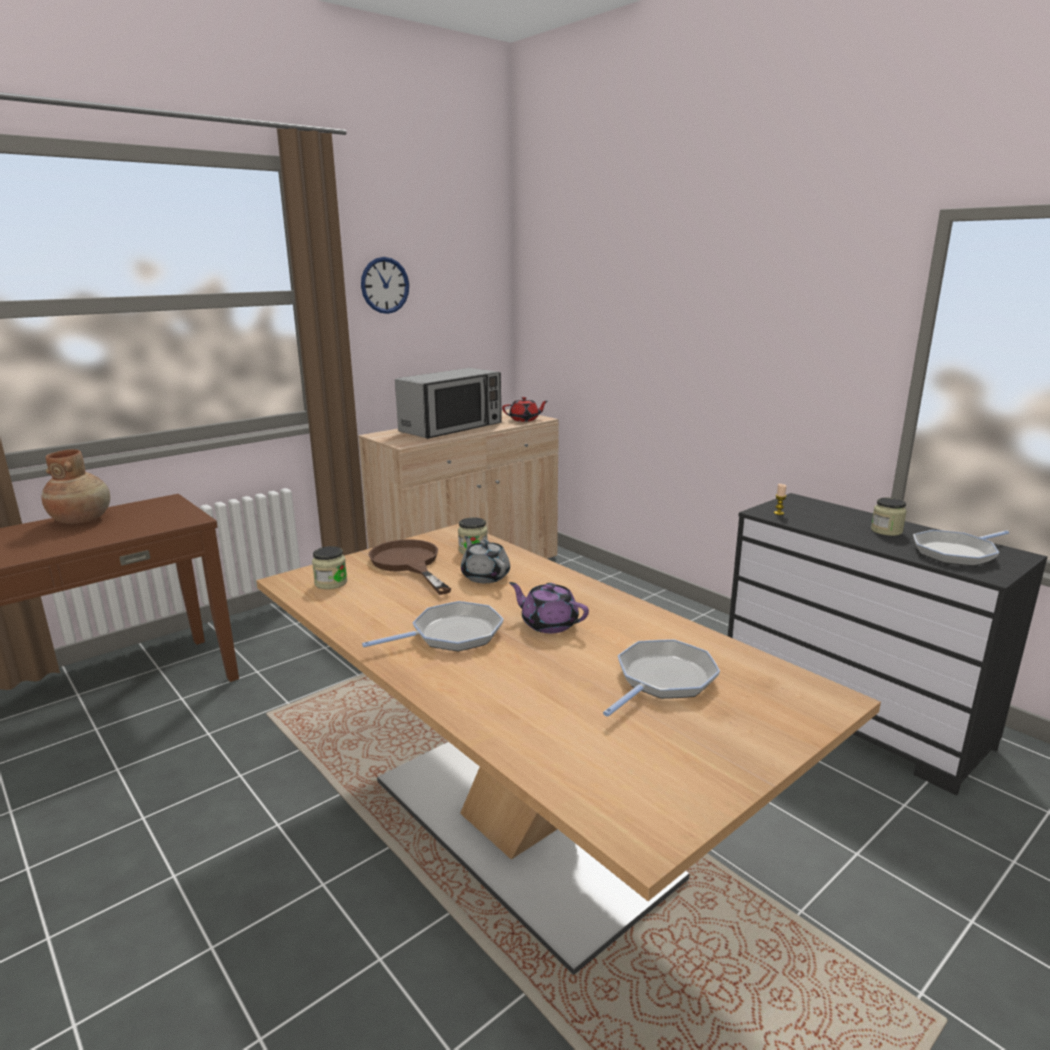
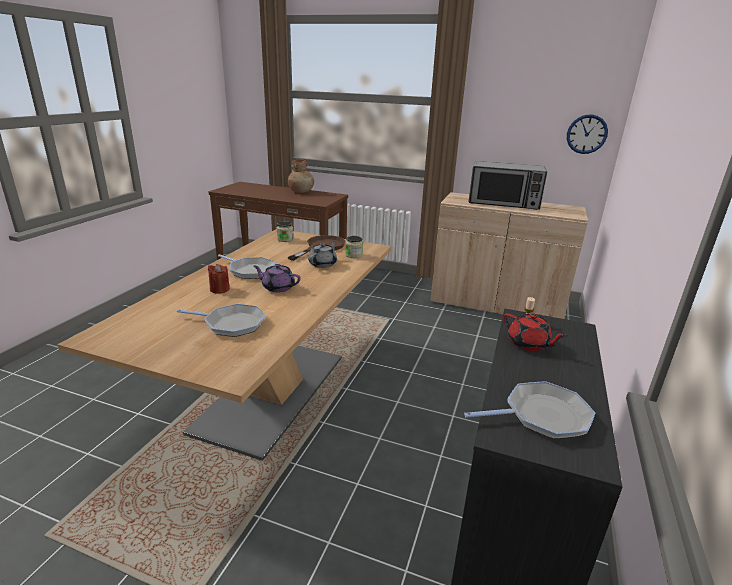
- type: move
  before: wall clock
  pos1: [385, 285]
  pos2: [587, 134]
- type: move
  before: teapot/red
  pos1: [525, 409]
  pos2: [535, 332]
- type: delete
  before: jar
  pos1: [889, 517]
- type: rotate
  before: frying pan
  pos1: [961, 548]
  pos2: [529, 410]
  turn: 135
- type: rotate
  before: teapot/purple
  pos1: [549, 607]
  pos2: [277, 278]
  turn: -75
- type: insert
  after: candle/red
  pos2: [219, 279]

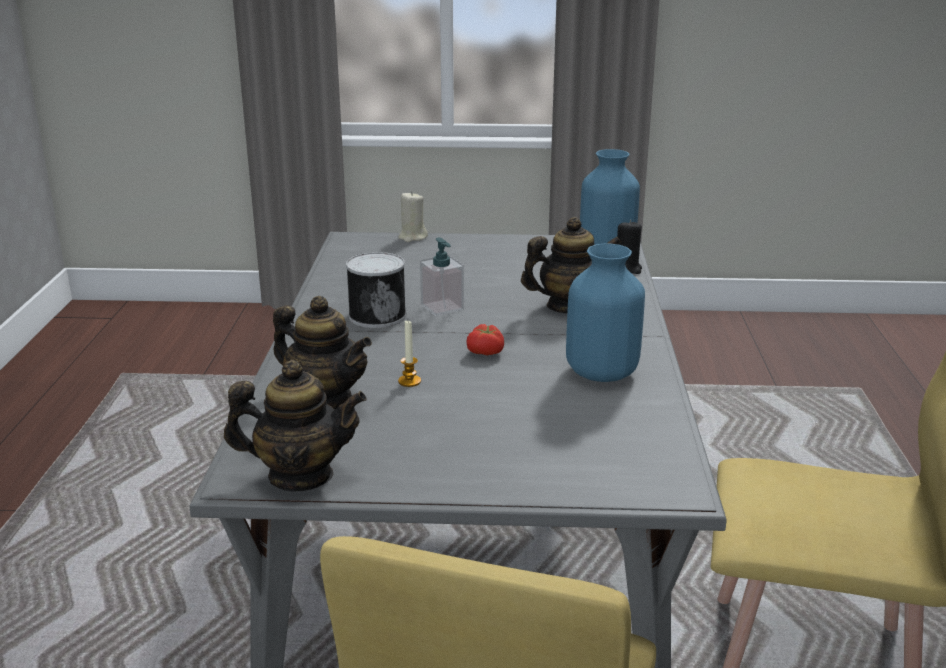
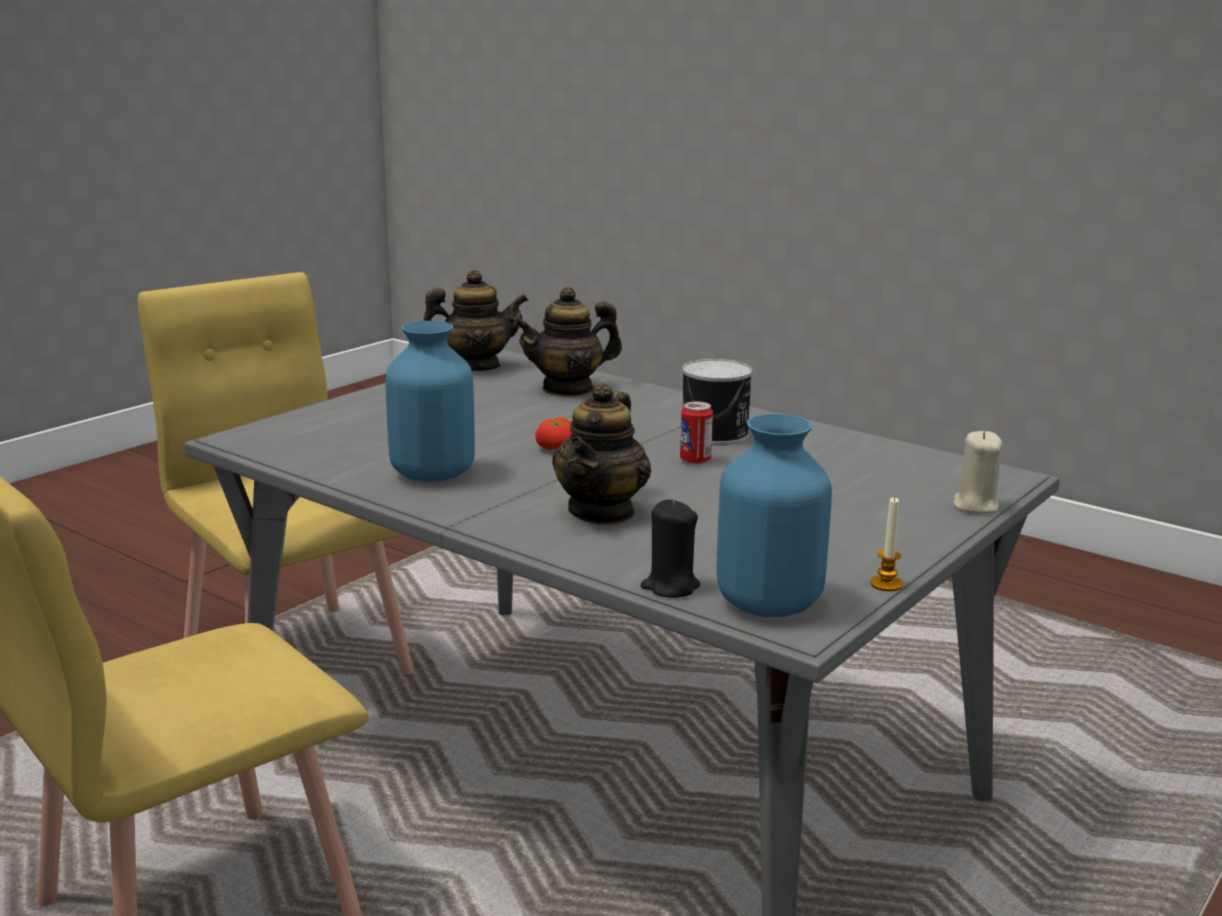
- type: replace
  before: soap dispenser
  after: can
  pos1: [442, 276]
  pos2: [696, 433]
- type: move
  before: candle
  pos1: [409, 354]
  pos2: [886, 544]
- type: rotate
  before: teapot
  pos1: [295, 426]
  pos2: [475, 320]
  turn: -135

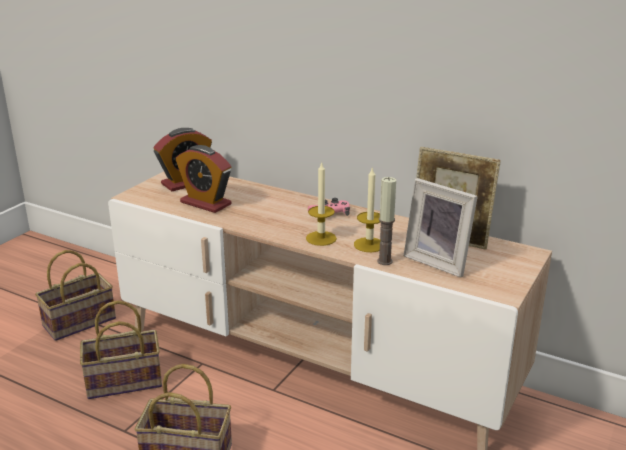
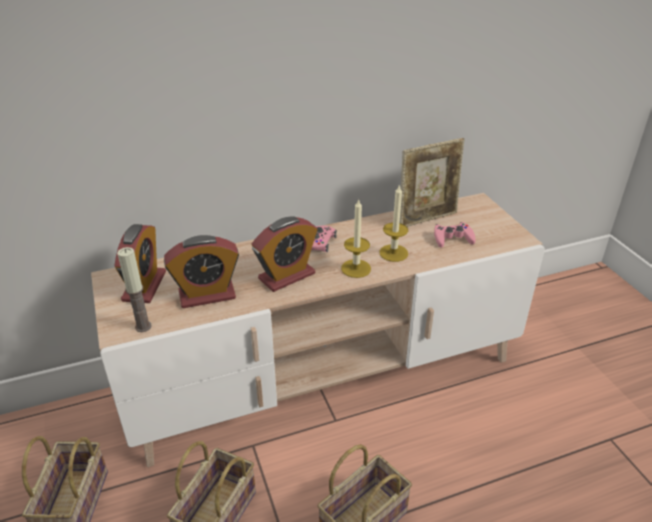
- type: move
  before: candle
  pos1: [386, 221]
  pos2: [134, 289]
- type: replace
  before: picture frame
  after: game controller/pink
  pos1: [441, 228]
  pos2: [455, 235]
- type: insert
  after: alarm clock
  pos2: [284, 254]

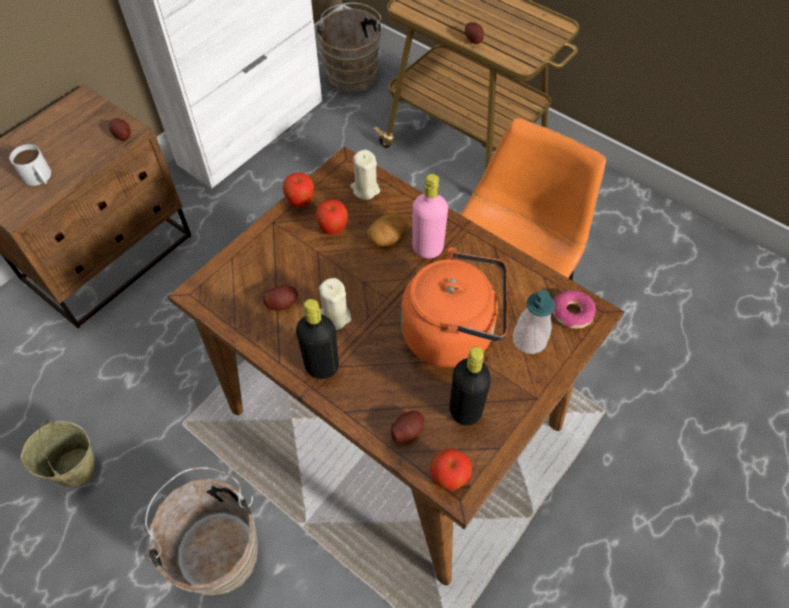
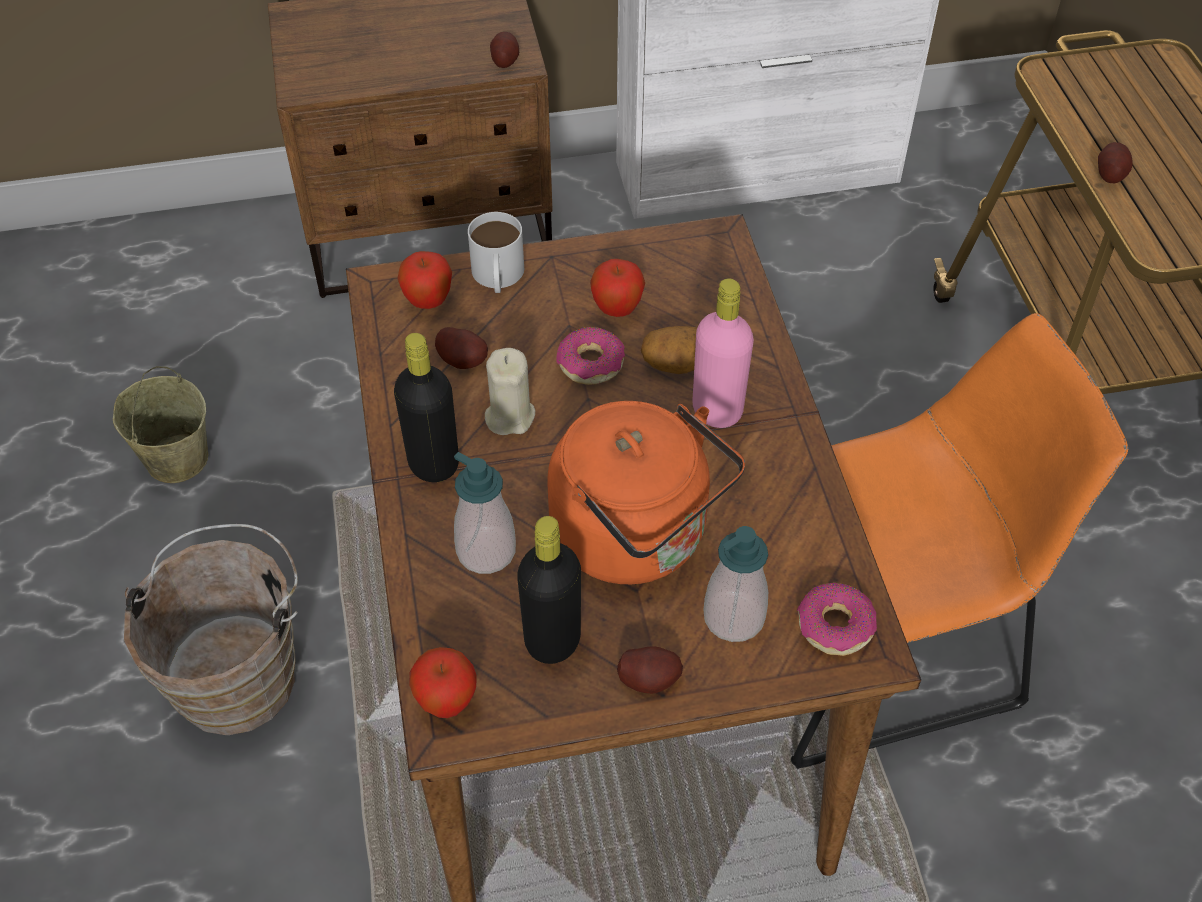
- type: delete
  before: bucket/brown
  pos1: [350, 48]
- type: move
  before: mug/white
  pos1: [31, 165]
  pos2: [496, 252]
- type: delete
  before: candle/beige
  pos1: [365, 175]
- type: move
  before: apple
  pos1: [298, 189]
  pos2: [424, 280]
- type: move
  before: potato
  pos1: [407, 427]
  pos2: [650, 670]
- type: insert
  after: donut
  pos2: [590, 356]
- type: insert
  after: soap dispenser
  pos2: [485, 513]

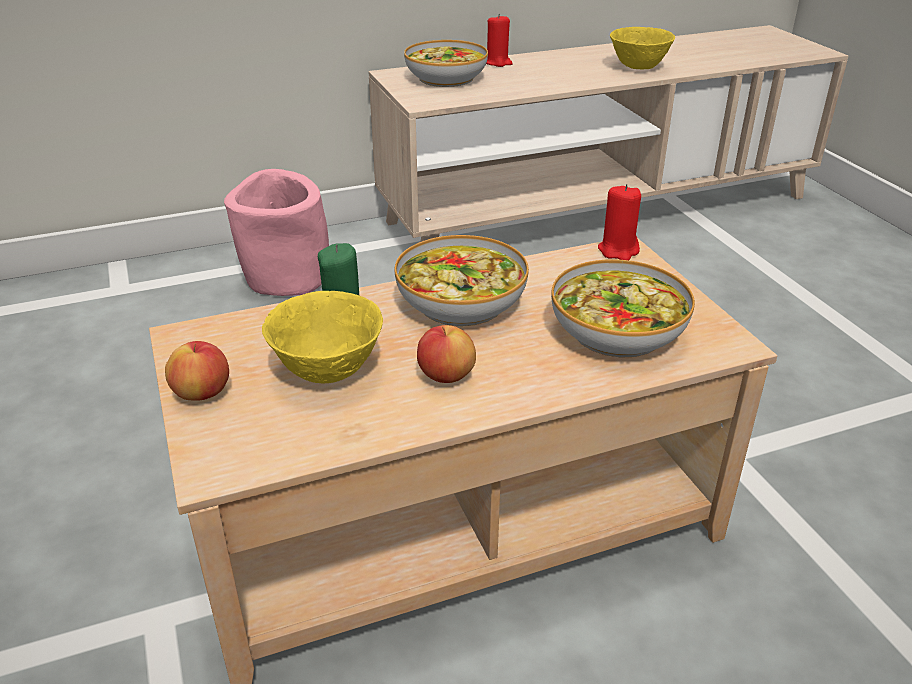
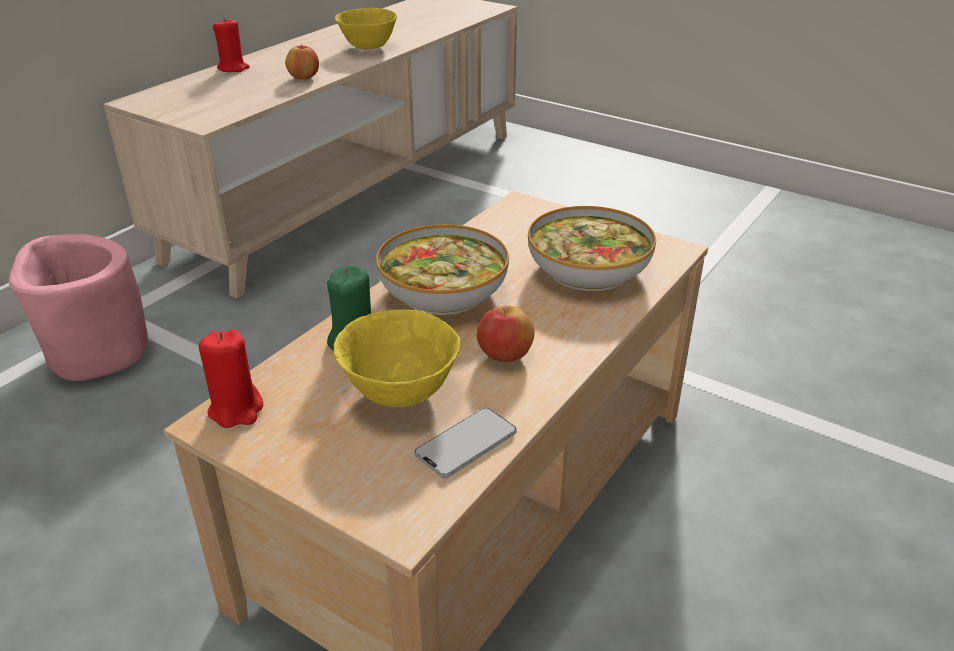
- type: delete
  before: bowl
  pos1: [446, 63]
- type: move
  before: candle/red
  pos1: [619, 222]
  pos2: [231, 379]
- type: move
  before: apple
  pos1: [197, 371]
  pos2: [302, 62]
- type: insert
  after: phone
  pos2: [465, 442]

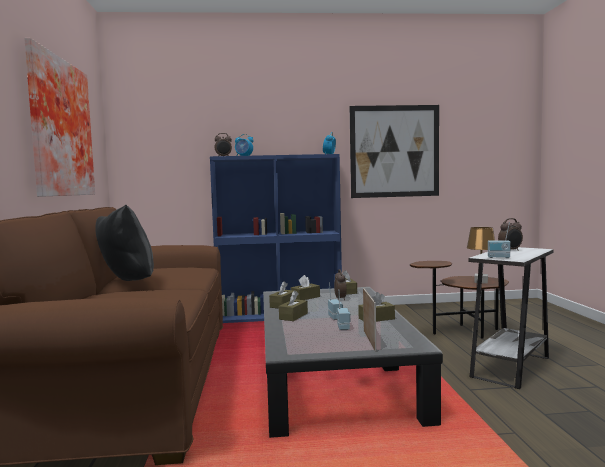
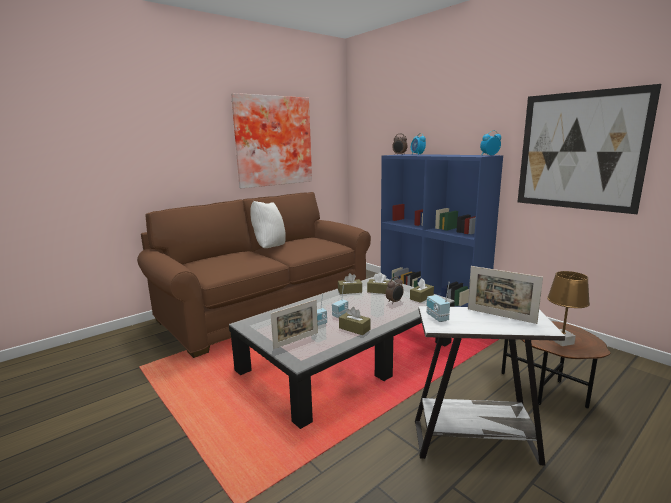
- type: recolor
  before: pillow/black
  after: pillow/white
  pos1: [124, 243]
  pos2: [268, 224]
- type: replace
  before: alarm clock
  after: picture frame
  pos1: [510, 234]
  pos2: [505, 295]
- type: delete
  before: tissue box/brown
  pos1: [293, 305]

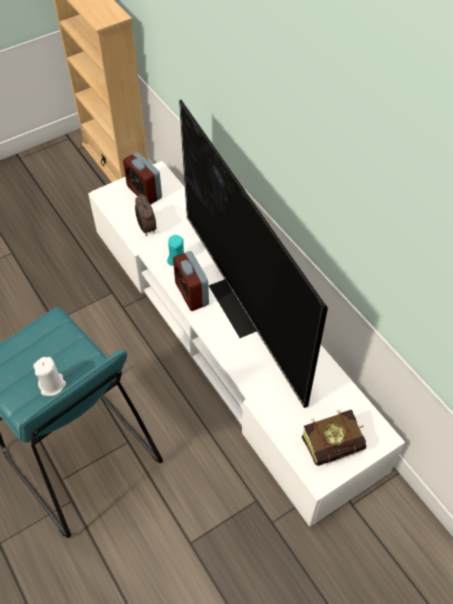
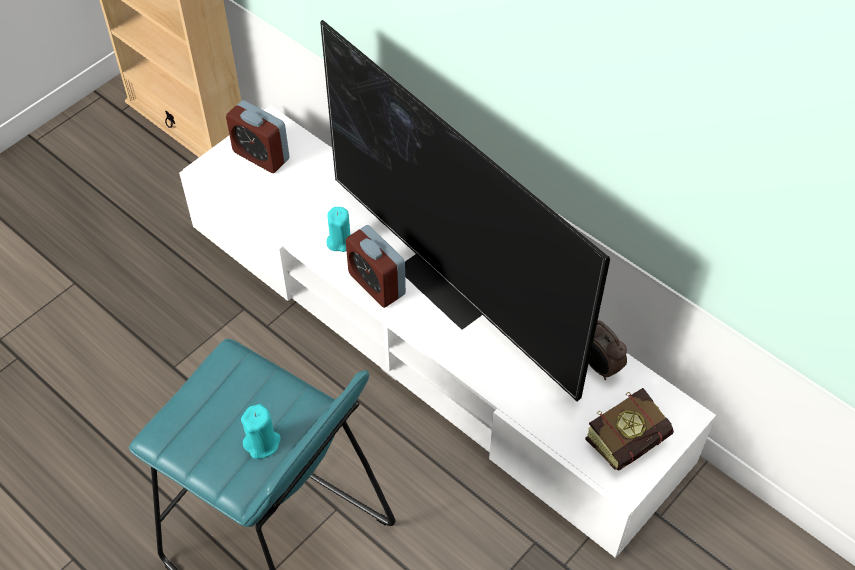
- type: move
  before: alarm clock
  pos1: [145, 215]
  pos2: [608, 350]
- type: recolor
  before: candle/white
  after: candle/turquoise
  pos1: [49, 376]
  pos2: [261, 431]

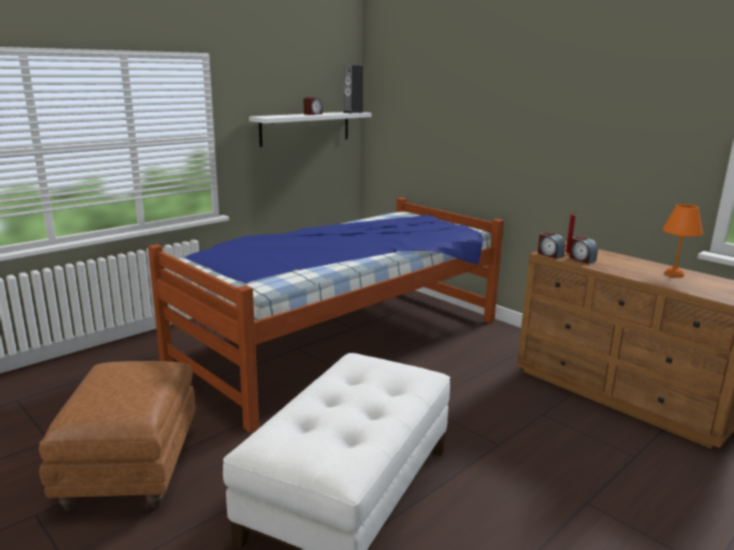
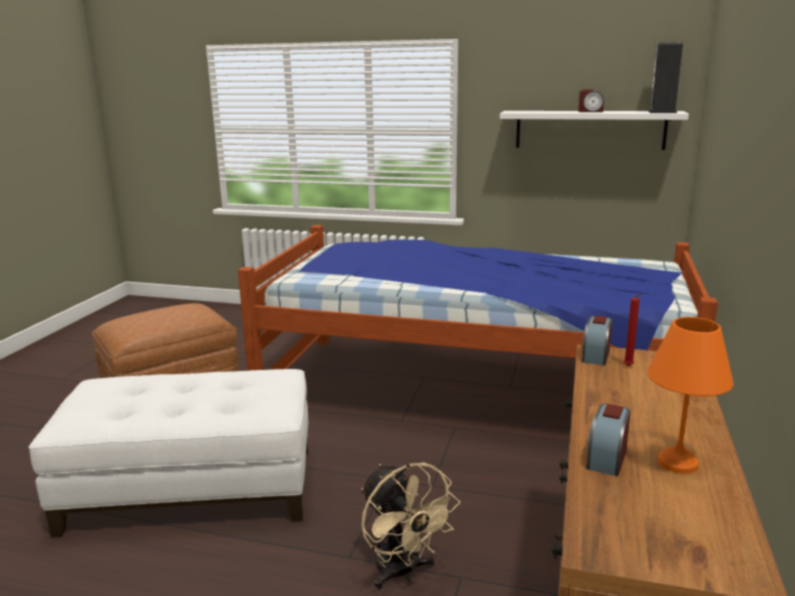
- type: move
  before: alarm clock
  pos1: [583, 250]
  pos2: [608, 440]
- type: insert
  after: fan/beige
  pos2: [410, 526]

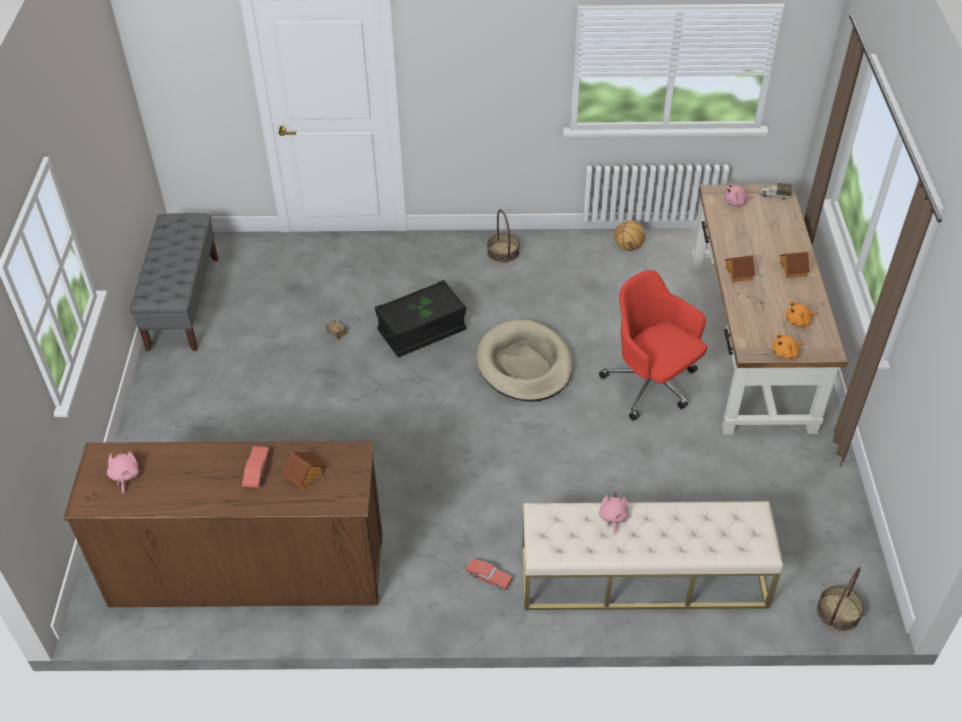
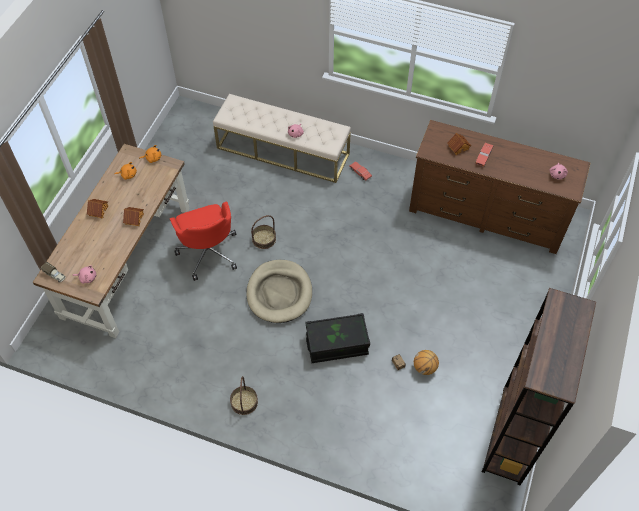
- type: replace
  before: bench/grey
  after: bookcase/brown
  pos1: [174, 282]
  pos2: [539, 386]
- type: move
  before: basketball
  pos1: [629, 235]
  pos2: [426, 362]
- type: move
  before: basket
  pos1: [840, 599]
  pos2: [263, 232]

